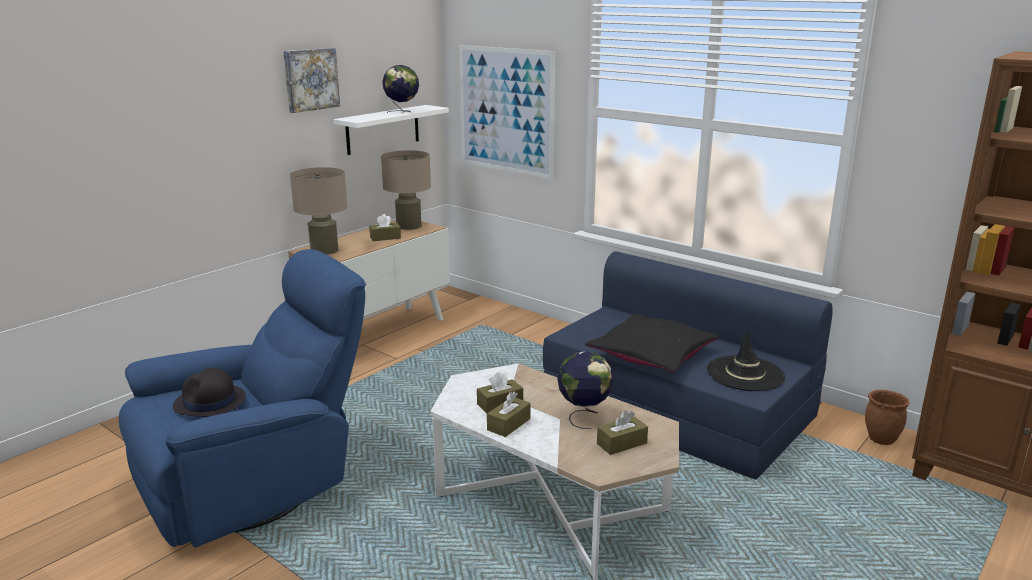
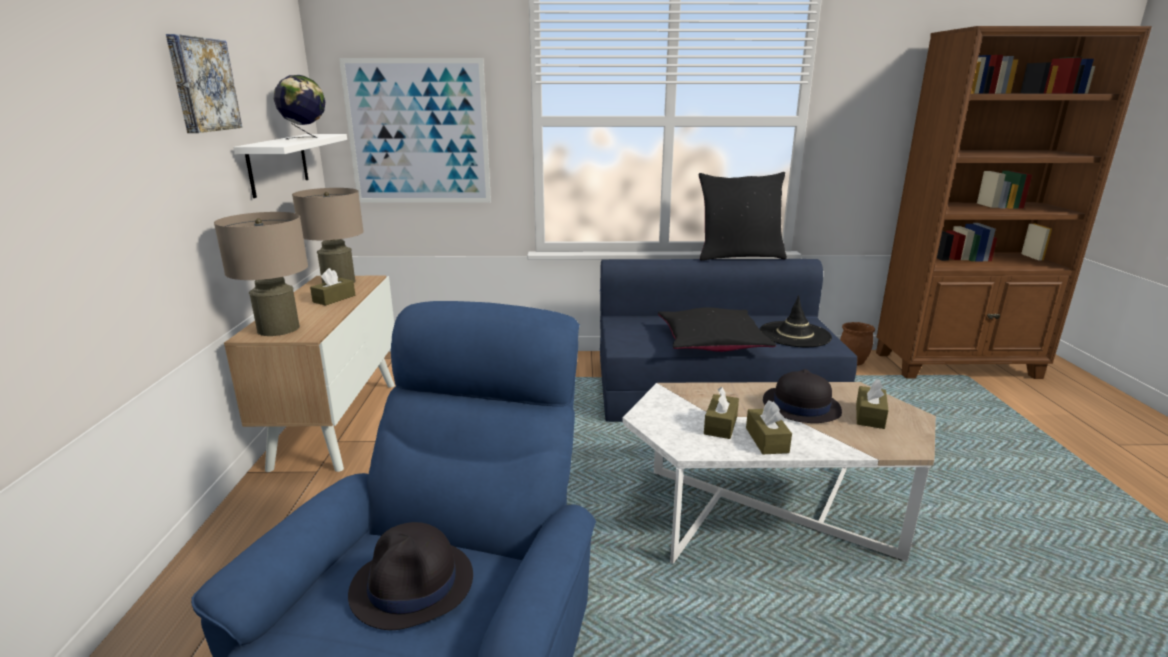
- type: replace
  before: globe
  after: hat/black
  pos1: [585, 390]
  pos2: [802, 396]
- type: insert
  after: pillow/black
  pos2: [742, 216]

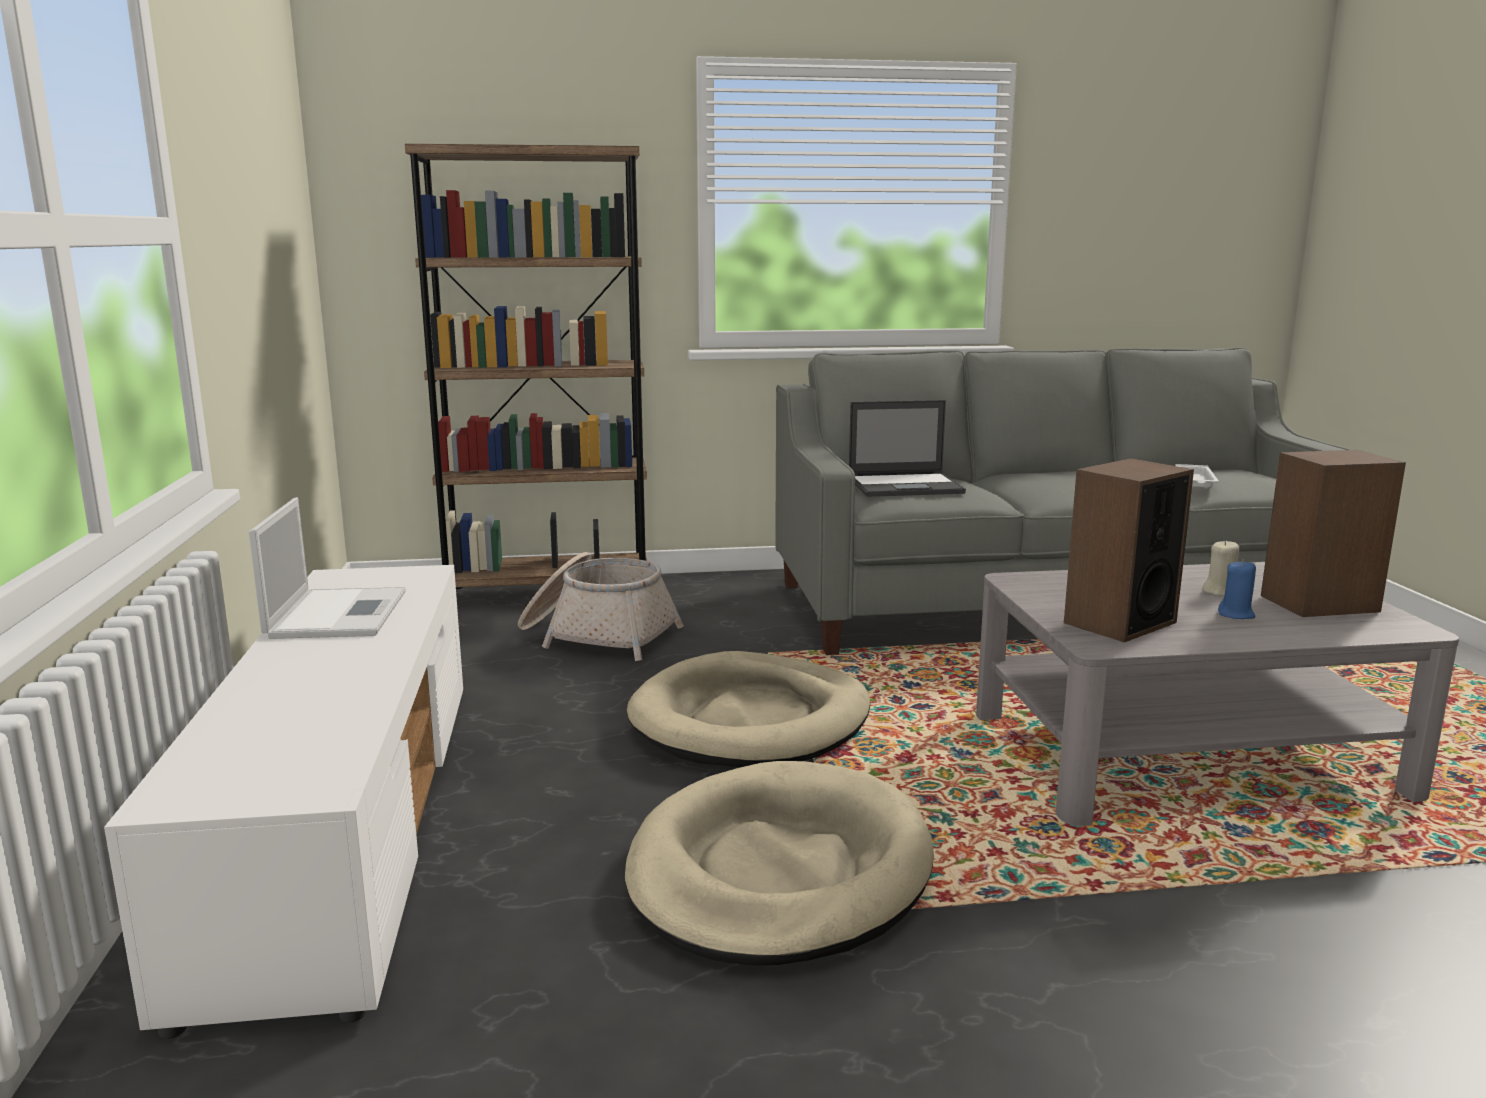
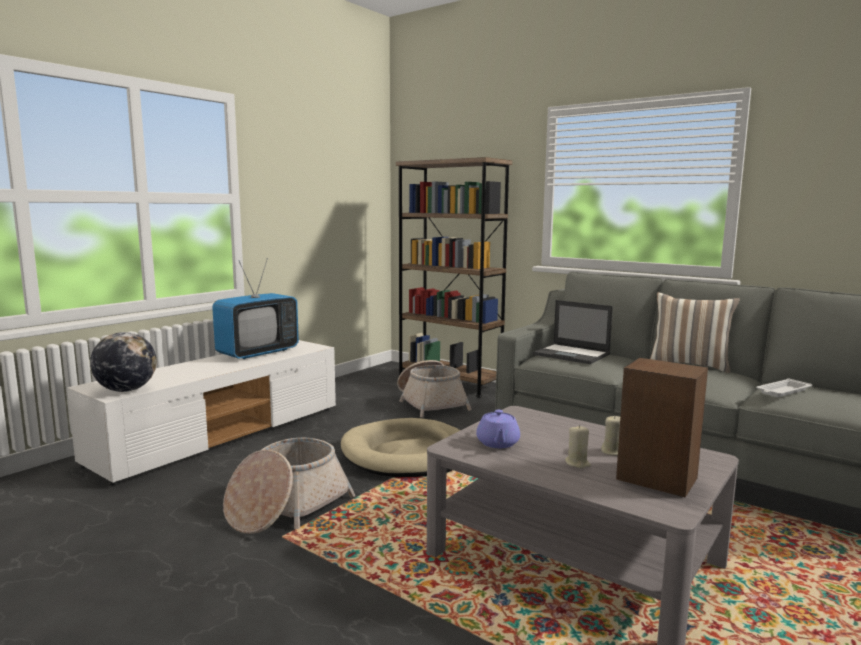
- type: replace
  before: speaker
  after: teapot/purple
  pos1: [1129, 550]
  pos2: [498, 429]
- type: replace
  before: laptop
  after: television
  pos1: [327, 568]
  pos2: [255, 308]
- type: recolor
  before: candle/blue
  after: candle/beige
  pos1: [1237, 589]
  pos2: [578, 447]
- type: replace
  before: dog bed/beige
  after: basket
  pos1: [779, 863]
  pos2: [289, 486]
- type: insert
  after: pillow
  pos2: [695, 332]
- type: insert
  after: globe
  pos2: [123, 362]

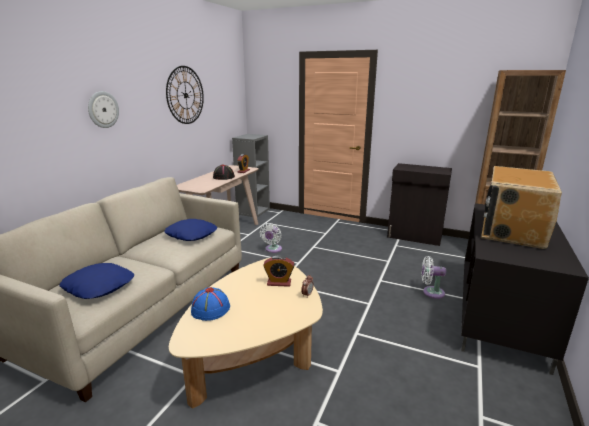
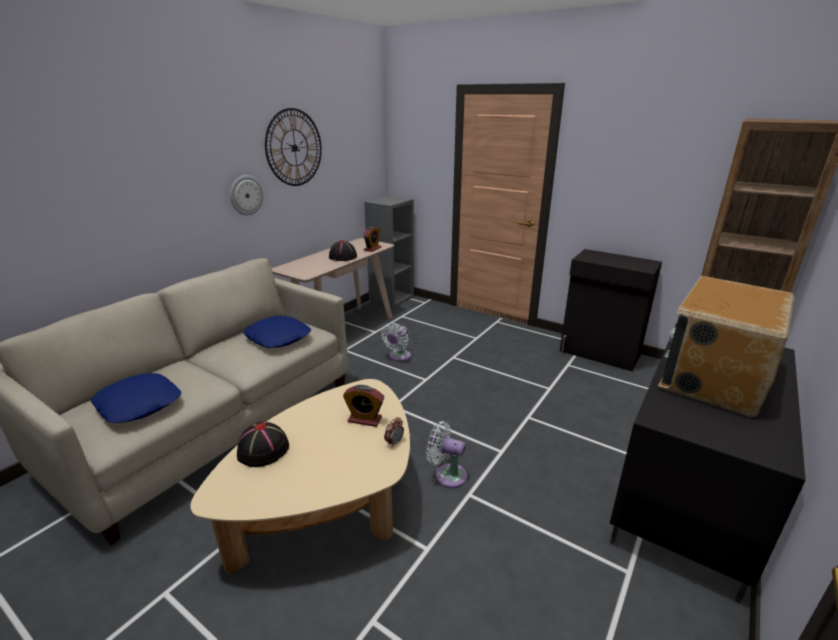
- type: move
  before: wall clock
  pos1: [103, 109]
  pos2: [247, 195]
- type: move
  before: fan/white
  pos1: [434, 277]
  pos2: [446, 454]
- type: recolor
  before: hat/blue
  after: hat/black
  pos1: [210, 304]
  pos2: [263, 444]

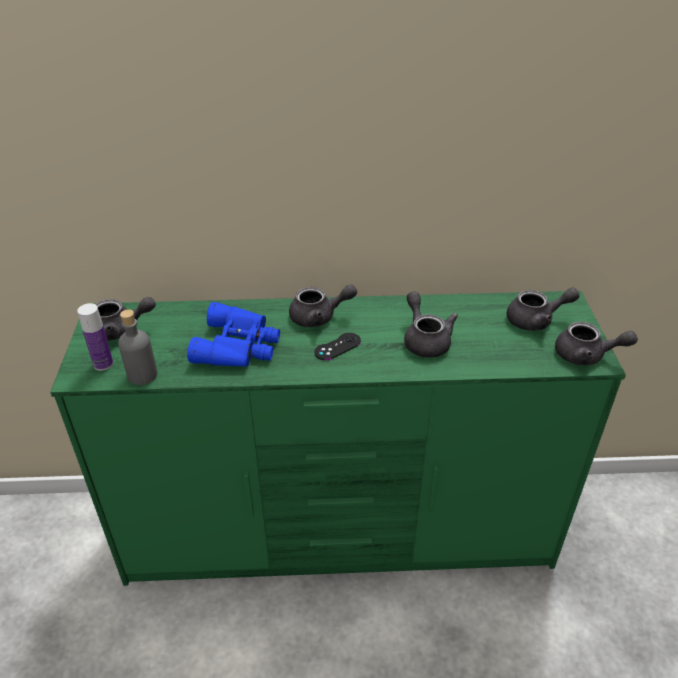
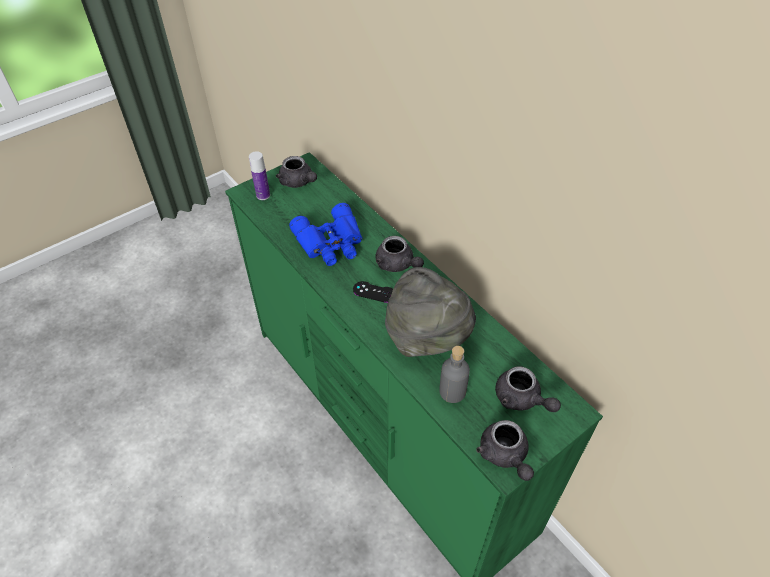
- type: replace
  before: teapot/grey
  after: hat/grey
  pos1: [431, 324]
  pos2: [430, 312]
- type: move
  before: bottle/grey
  pos1: [137, 347]
  pos2: [454, 374]

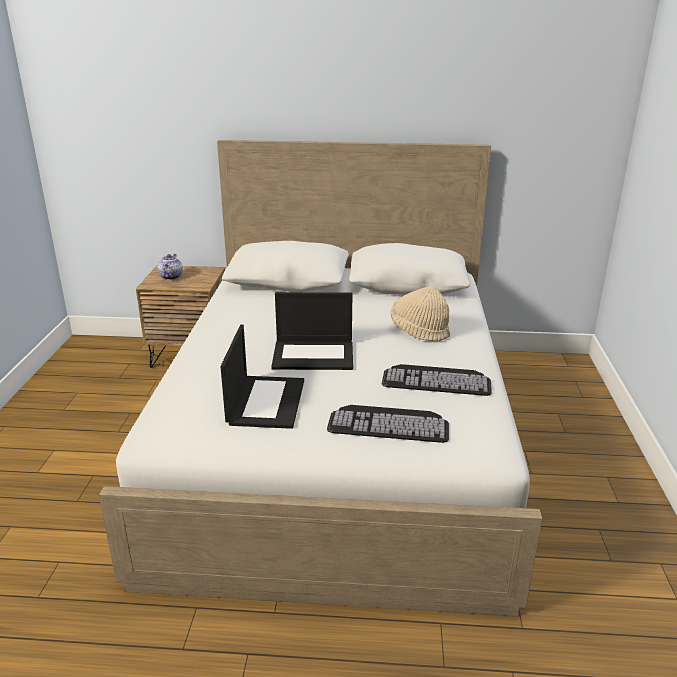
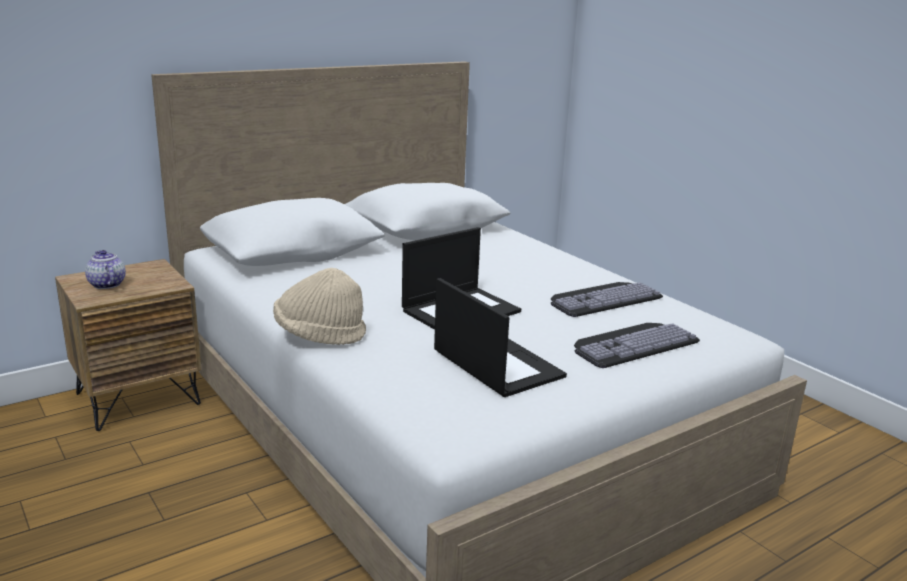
- type: move
  before: hat/beige
  pos1: [420, 314]
  pos2: [319, 306]

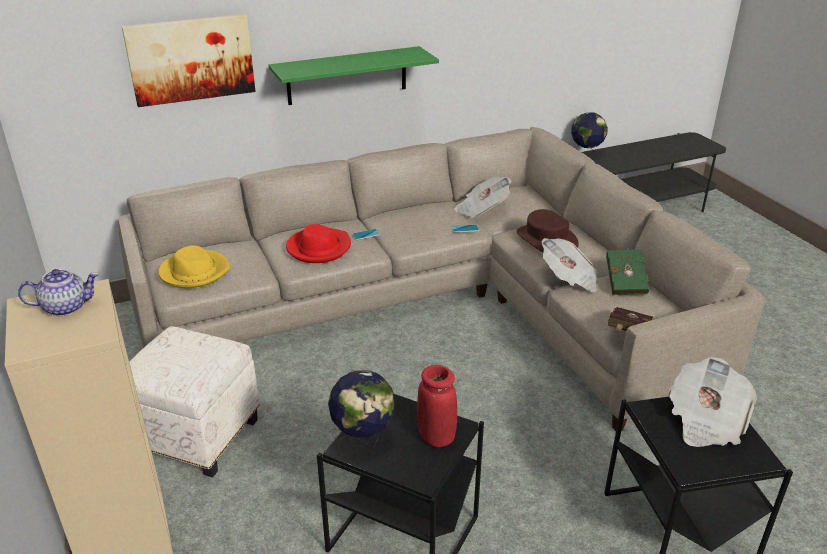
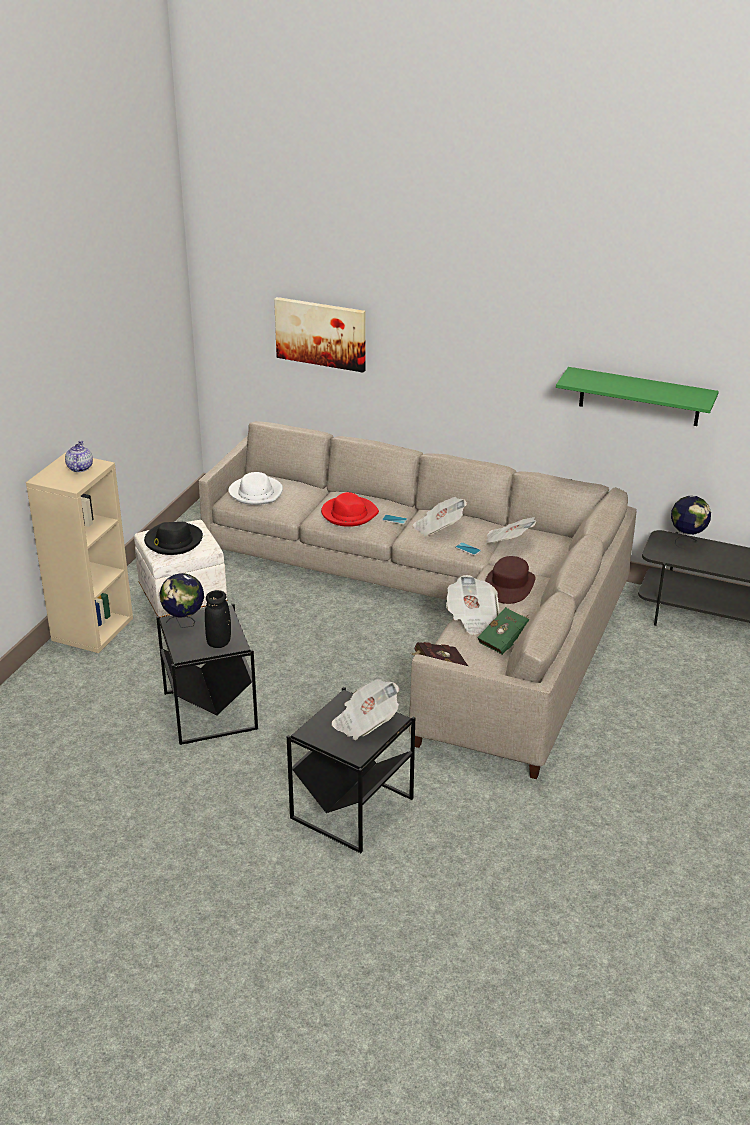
- type: move
  before: shelf/green
  pos1: [353, 75]
  pos2: [637, 396]
- type: recolor
  before: hat/yellow
  after: hat/white
  pos1: [194, 267]
  pos2: [256, 488]
- type: rotate
  before: teapot
  pos1: [58, 292]
  pos2: [79, 456]
  turn: -120
- type: recolor
  before: vase/red
  after: vase/black
  pos1: [437, 406]
  pos2: [218, 619]
- type: insert
  after: newspaper
  pos2: [440, 516]
- type: insert
  after: hat/black
  pos2: [173, 538]

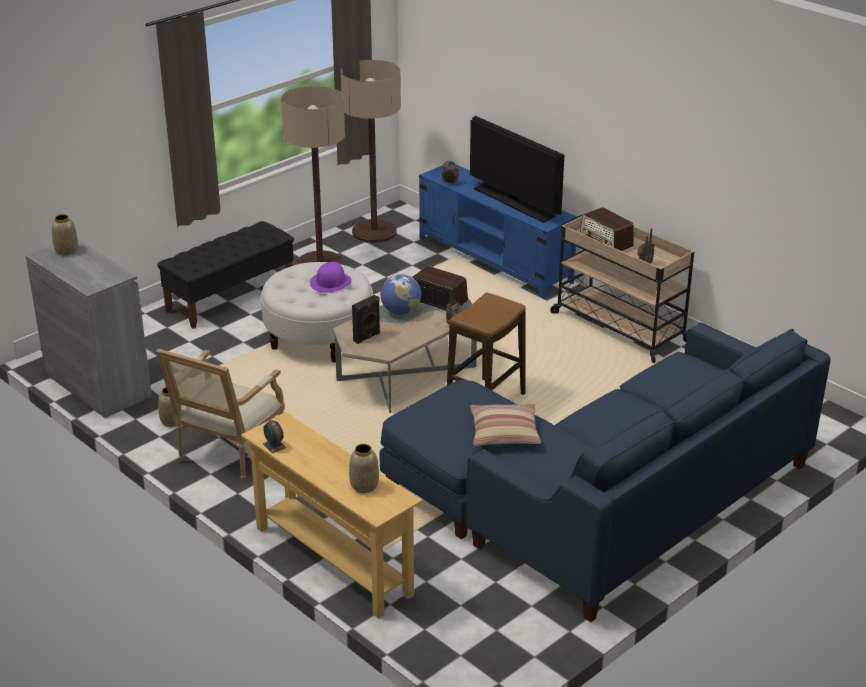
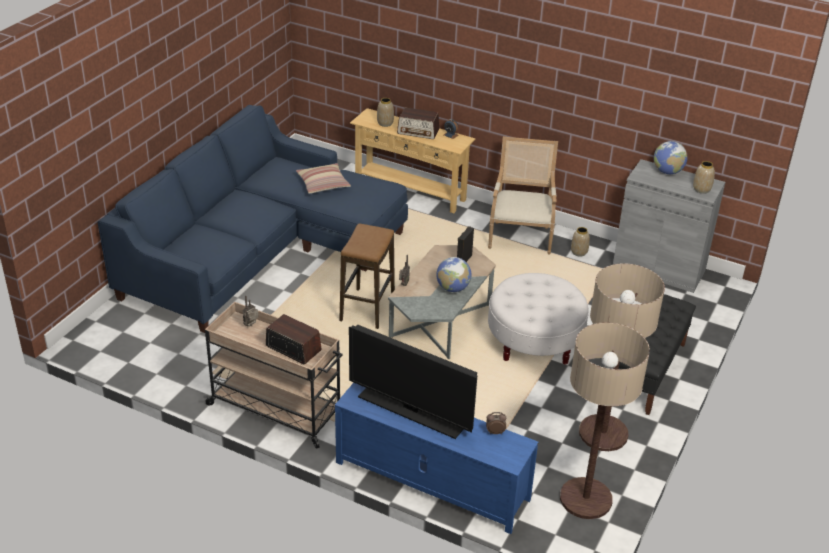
- type: delete
  before: hat/purple
  pos1: [331, 277]
- type: move
  before: radio
  pos1: [440, 288]
  pos2: [418, 123]
- type: insert
  after: globe
  pos2: [671, 157]

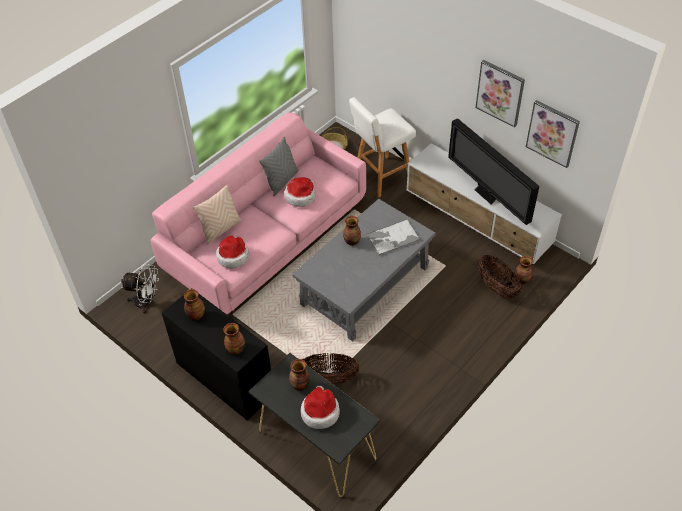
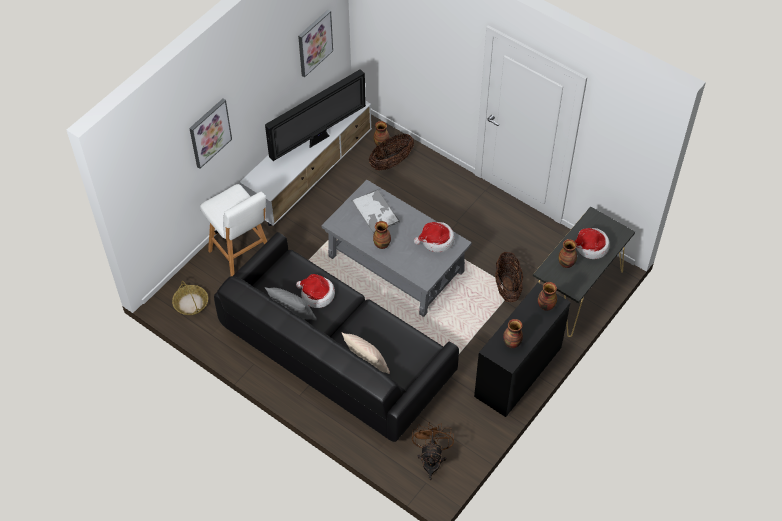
- type: move
  before: picture
  pos1: [500, 94]
  pos2: [210, 134]
- type: recolor
  before: sofa/pink
  after: sofa/black
  pos1: [258, 213]
  pos2: [336, 337]
- type: move
  before: hat
  pos1: [232, 252]
  pos2: [434, 237]
- type: recolor
  before: fan/white
  after: fan/brown
  pos1: [140, 288]
  pos2: [433, 451]

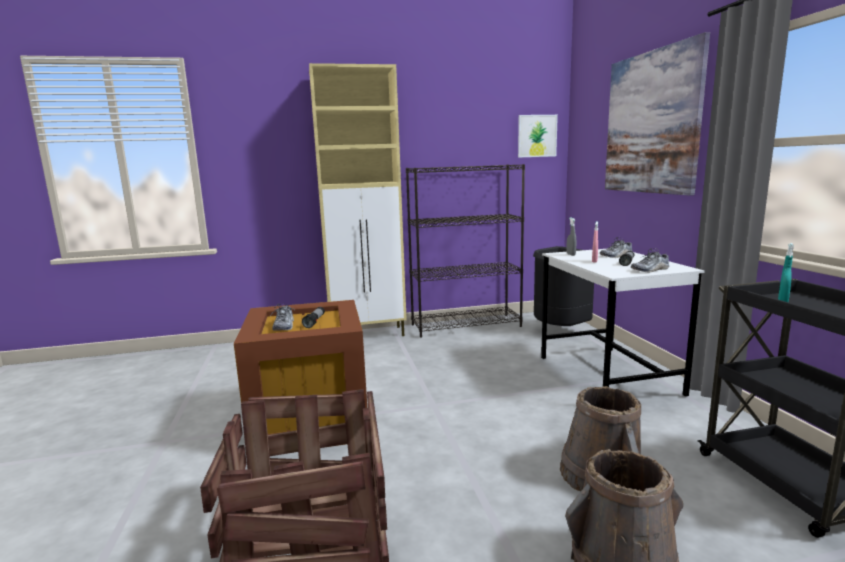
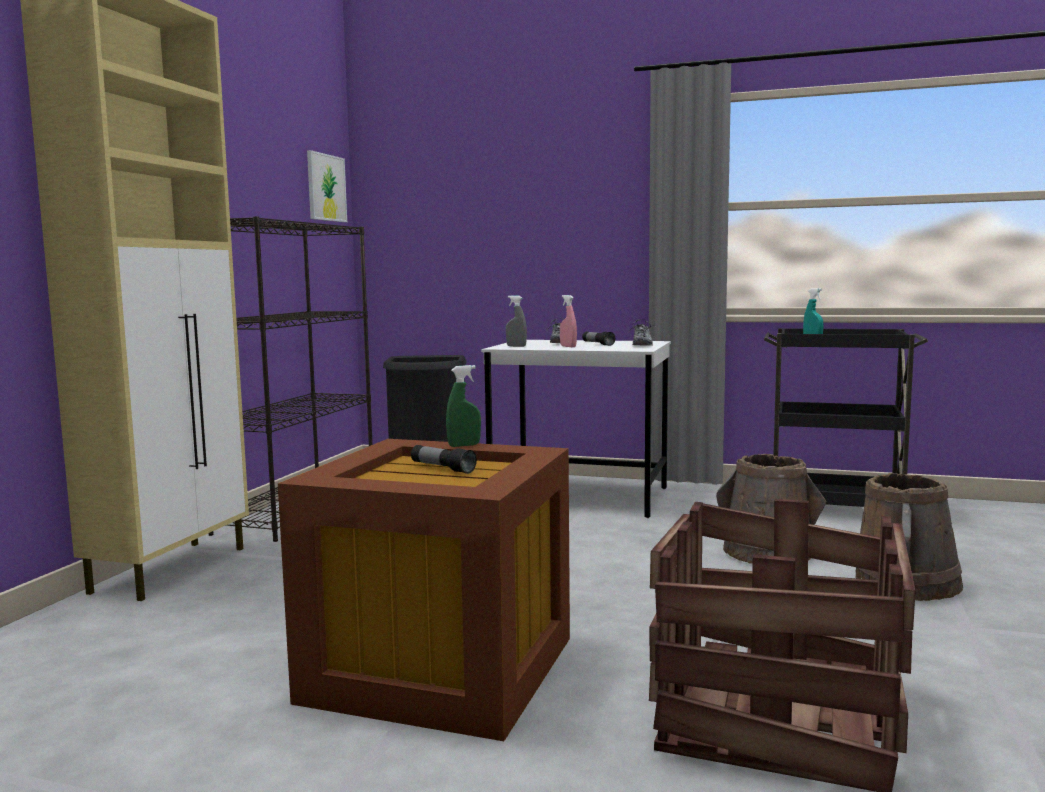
- type: delete
  before: picture
  pos1: [657, 114]
- type: delete
  before: shoe
  pos1: [282, 317]
- type: insert
  after: spray bottle/green
  pos2: [463, 406]

